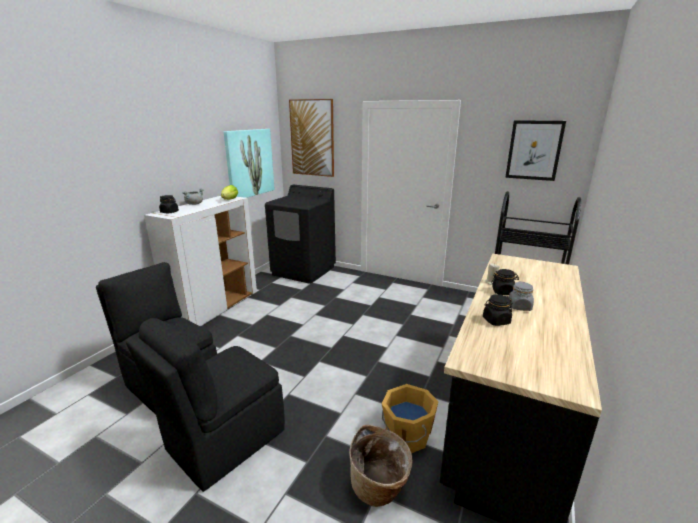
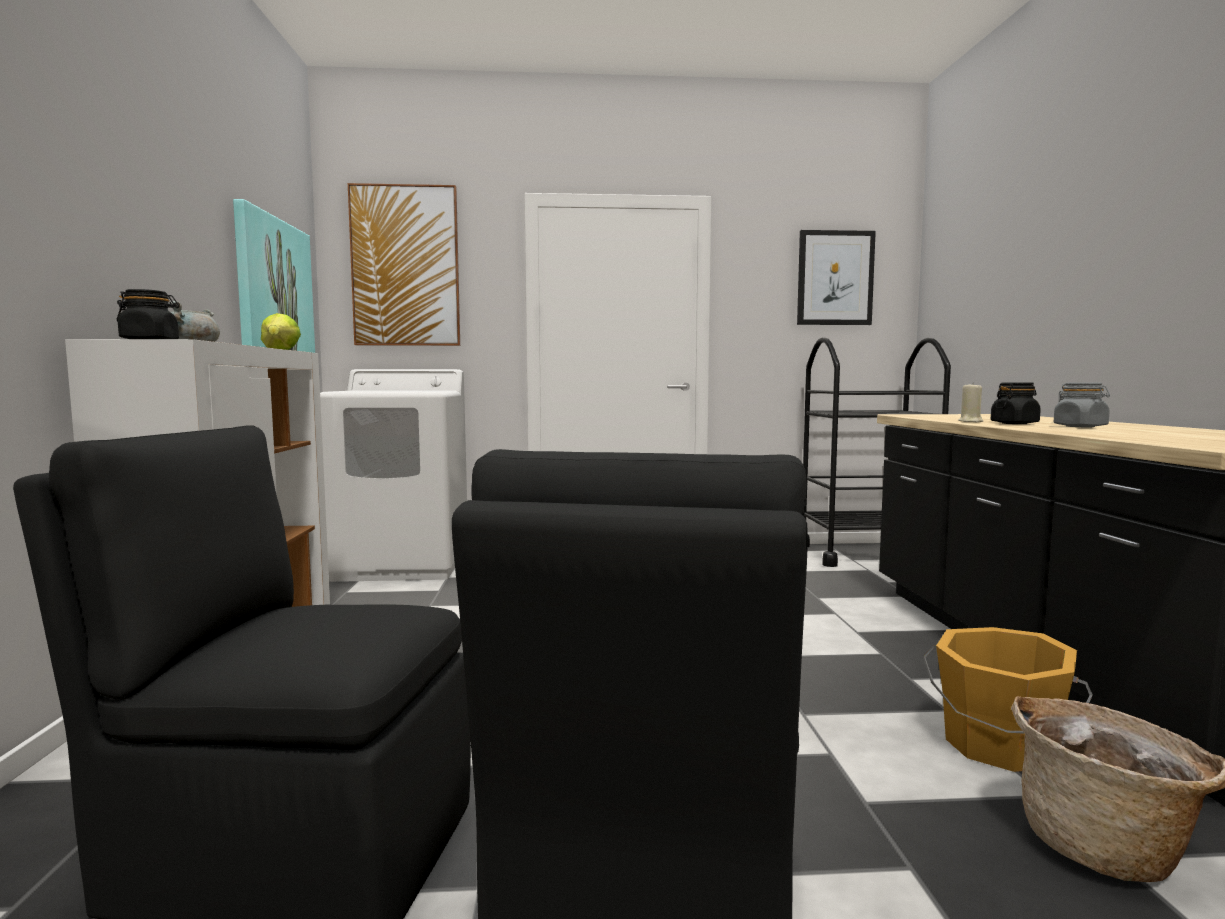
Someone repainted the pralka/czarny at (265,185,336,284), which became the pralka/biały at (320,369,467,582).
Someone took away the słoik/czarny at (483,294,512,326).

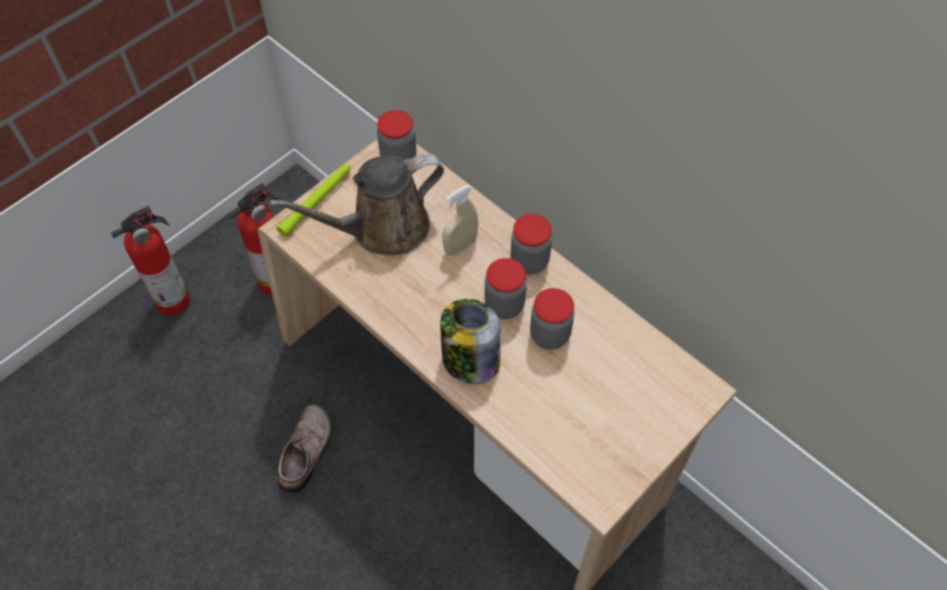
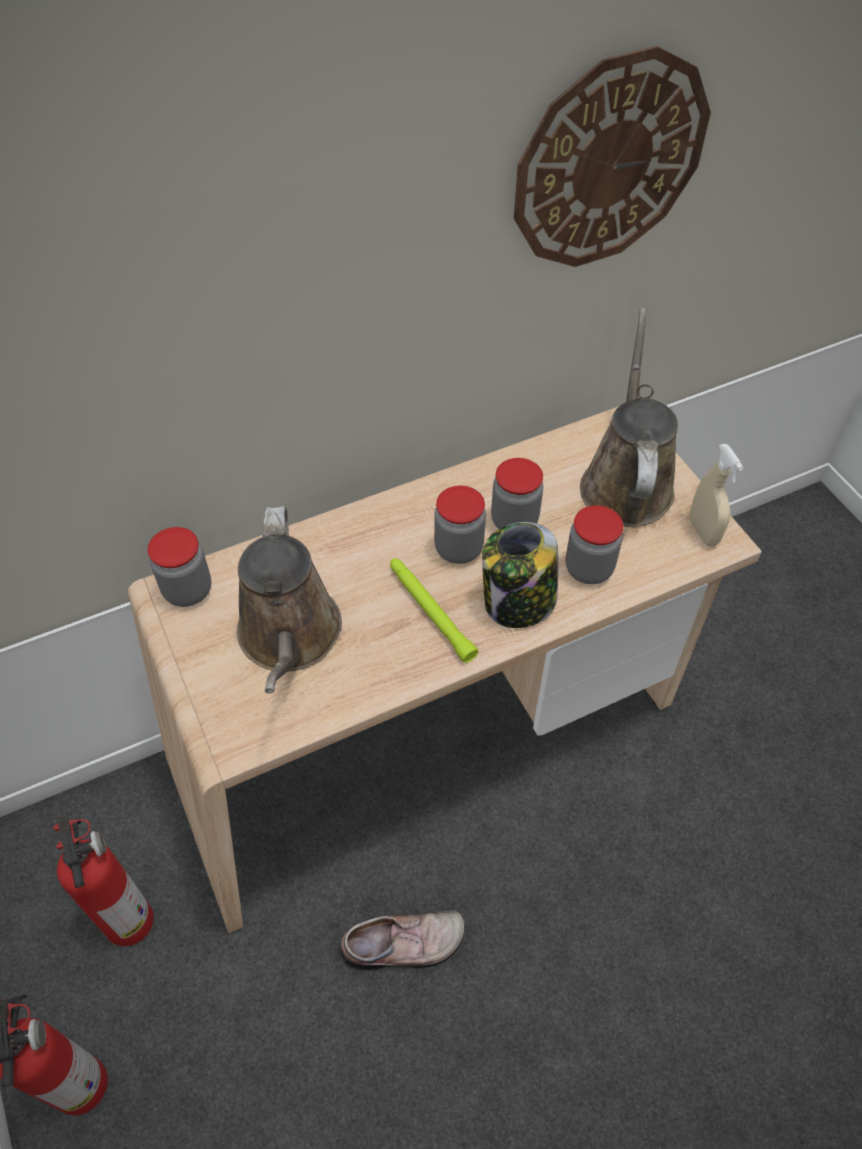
Someone rotated the but at (278,405,332,493) by 135 degrees clockwise.
Someone carried the latarka/zielony from (276,164,350,237) to (390,558,478,663).
Someone put up the zegar ścienny at (514,46,711,267).
Someone carried the słoik from (511,214,552,274) to (565,505,623,584).
Someone put down the konewka/brązowy at (580,308,678,527).
Someone carried the spryskiwacz/beżowy from (443,185,478,256) to (689,444,744,547).

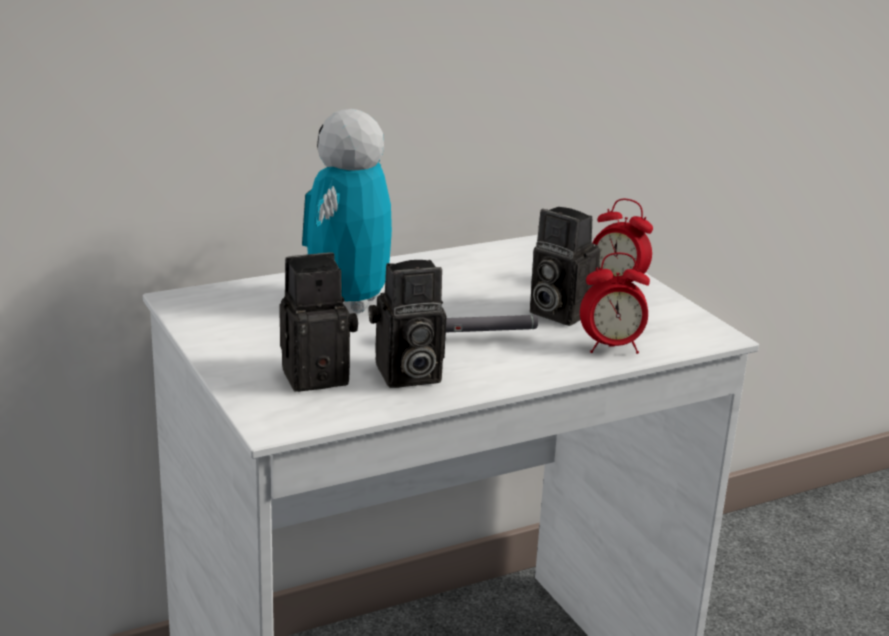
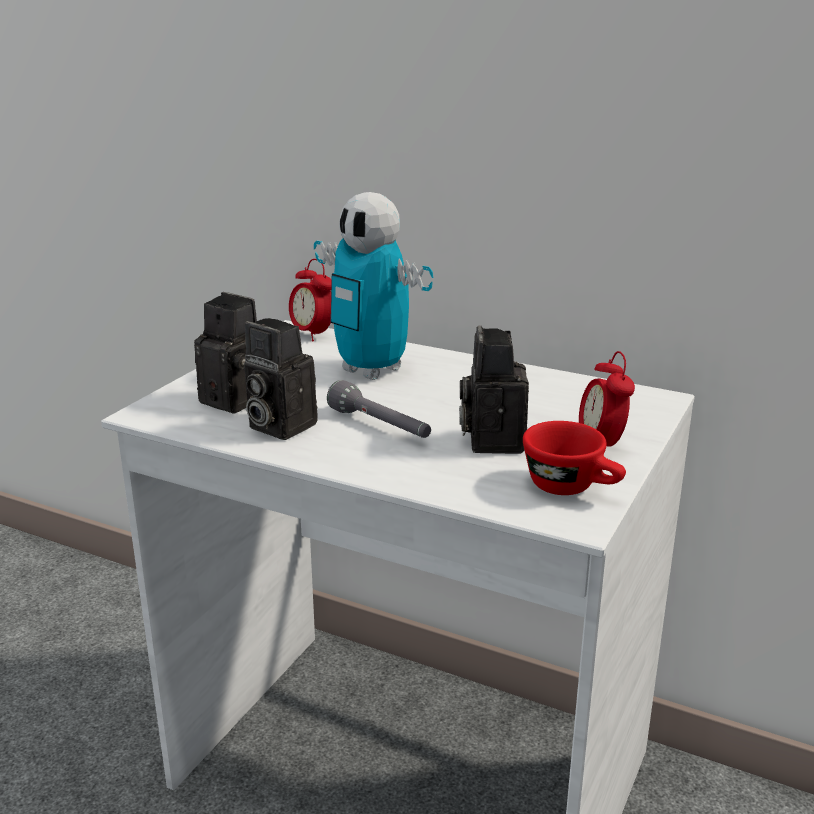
Someone carried the budzik from (580,252,650,354) to (289,259,332,341).
Someone rotated the robot zabawkowy at (302,109,392,313) by 120 degrees counterclockwise.
Someone put down the filiżanka/czerwony at (523,421,626,495).

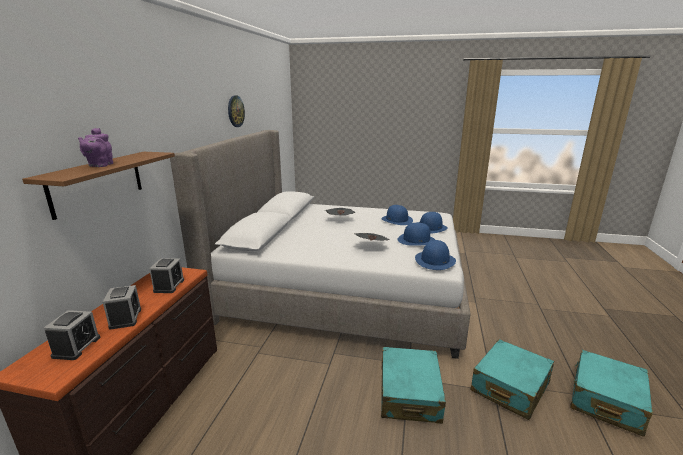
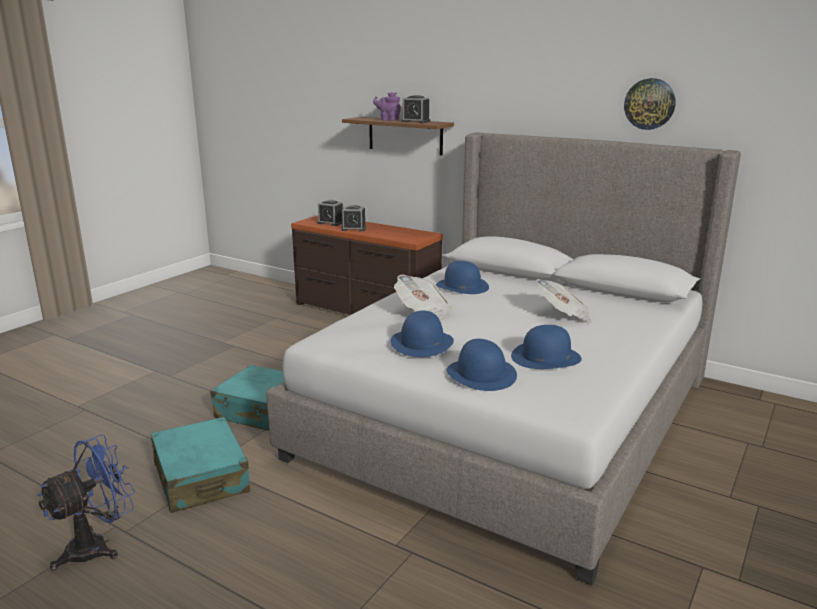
Someone swapped the walizka/turkusowy at (570,350,653,437) for the wentylator/niebieski at (37,434,135,571).
Someone carried the budzik from (149,258,184,293) to (401,95,430,123).
Someone carried the kapelusz/niebieski from (415,240,456,270) to (436,261,489,294).

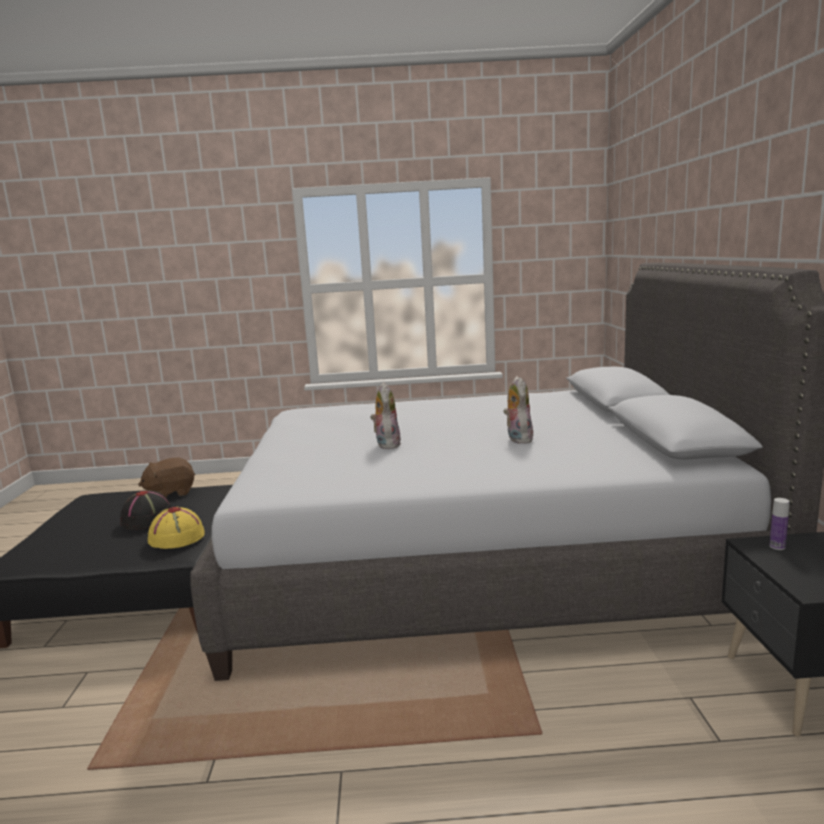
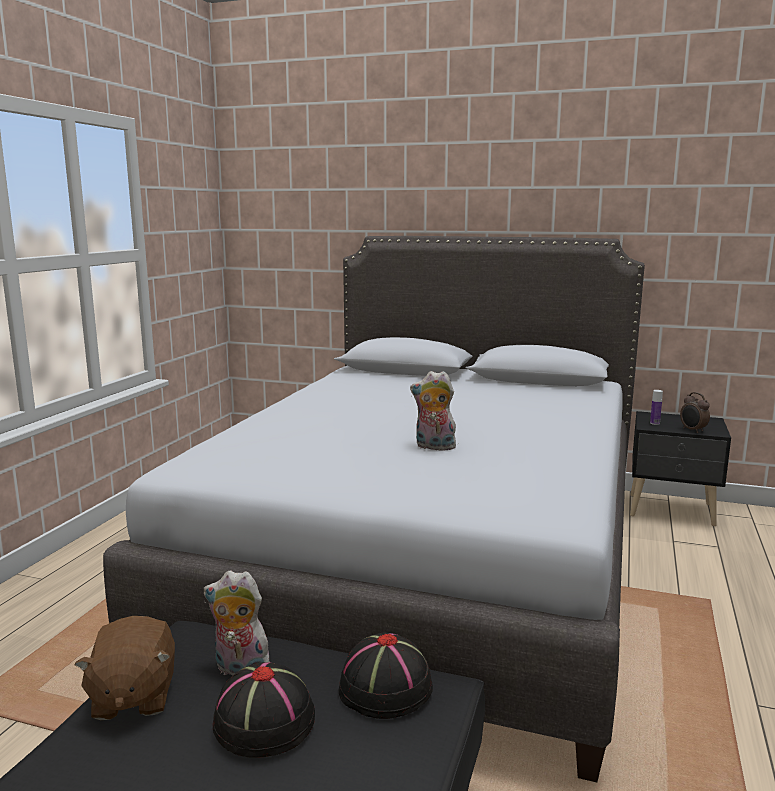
Someone carried the pluszak from (503,376,533,444) to (204,570,270,676).
Someone repainted the kapelusz/żółty at (148,507,205,549), which became the kapelusz/czarny at (339,632,433,719).
Someone put down the budzik at (680,392,710,433).

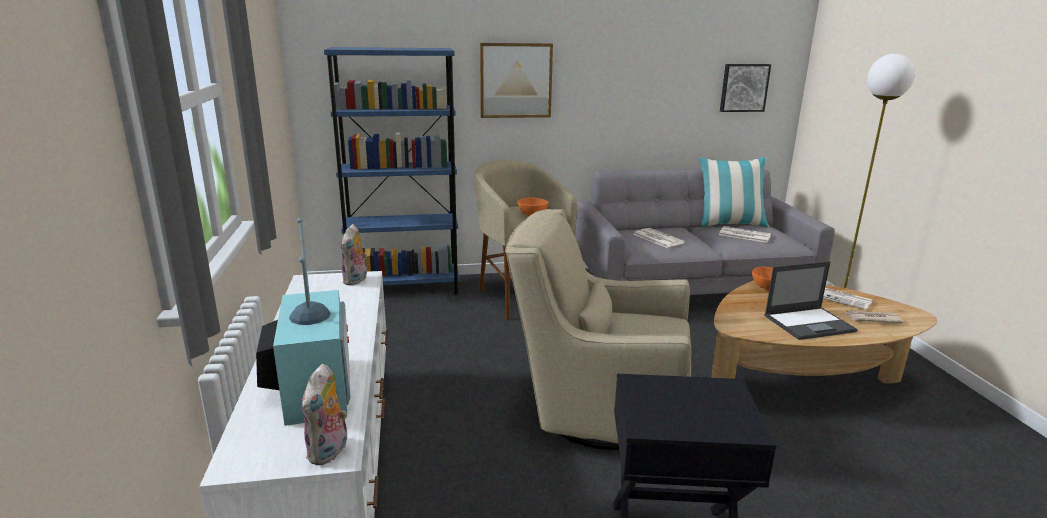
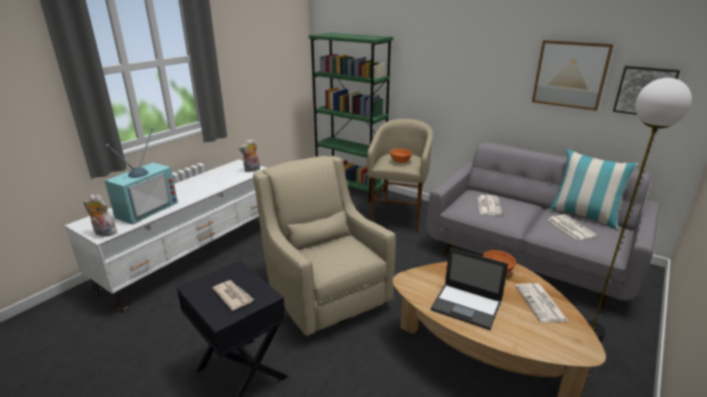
Someone rotated the pluszak at (301,364,348,465) by 45 degrees clockwise.
Someone carried the gazeta from (845,311,904,323) to (212,280,254,311).
Someone repainted the regał/niebieski at (324,47,459,295), which became the regał/zielony at (309,33,393,202).
Someone carried the obraz from (480,43,553,118) to (532,40,614,111).

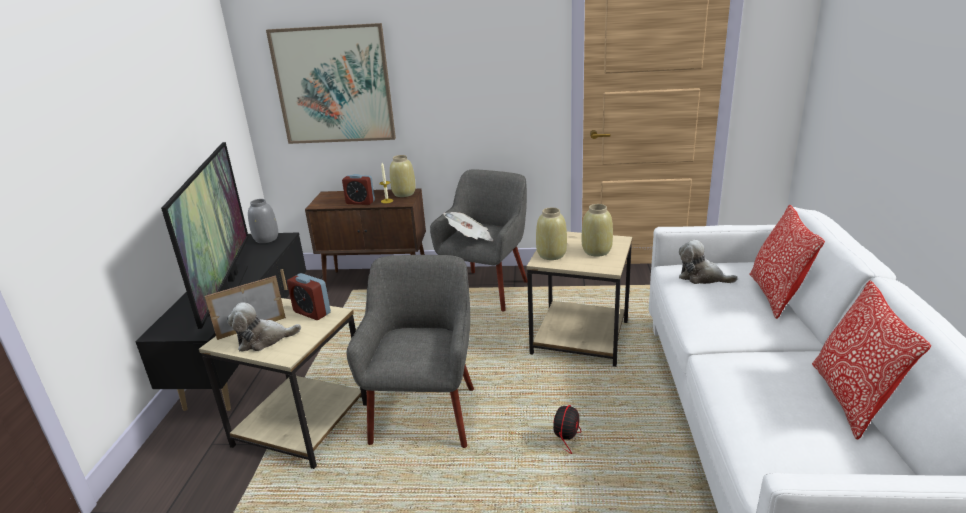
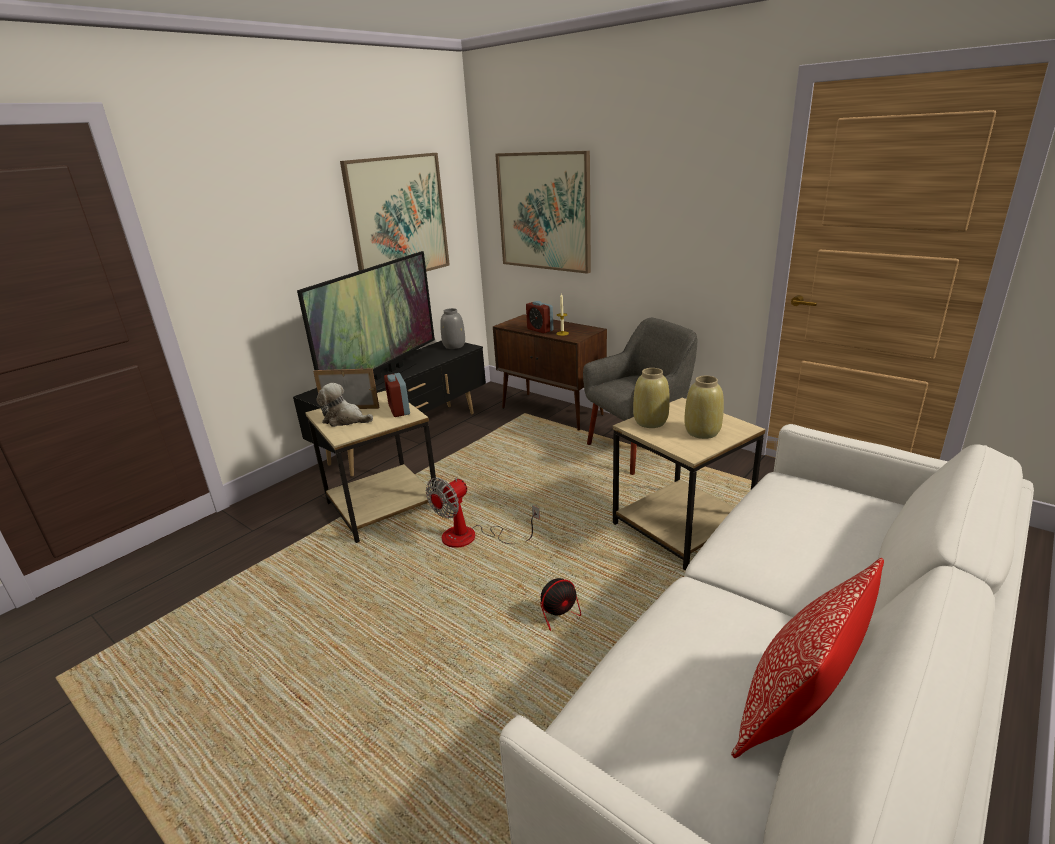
Someone put up the obraz at (340,153,450,272).
Someone swapped the fotel/szary at (347,255,474,448) for the wentylator at (426,478,540,548).
Someone took away the wazon/beżowy at (390,155,416,197).
Someone took away the gazeta at (443,212,494,241).
Someone took away the pluszak at (679,240,738,284).
Someone took away the poduszka at (749,205,825,319).

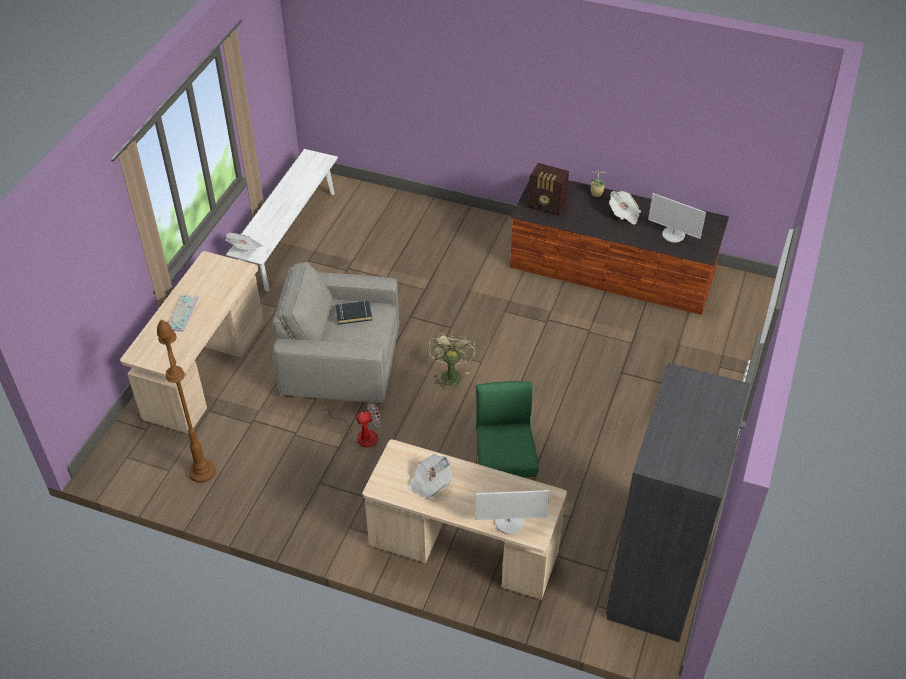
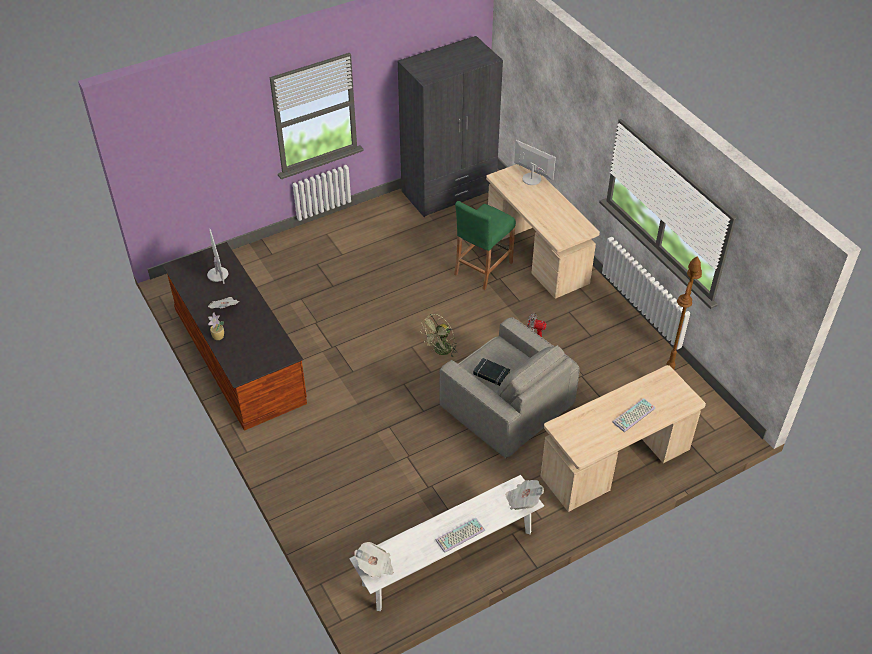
Someone carried the gazeta from (408,454,452,500) to (354,542,394,577).
Someone put down the klawiatura at (436,518,485,553).
Someone took away the radio at (528,163,569,216).

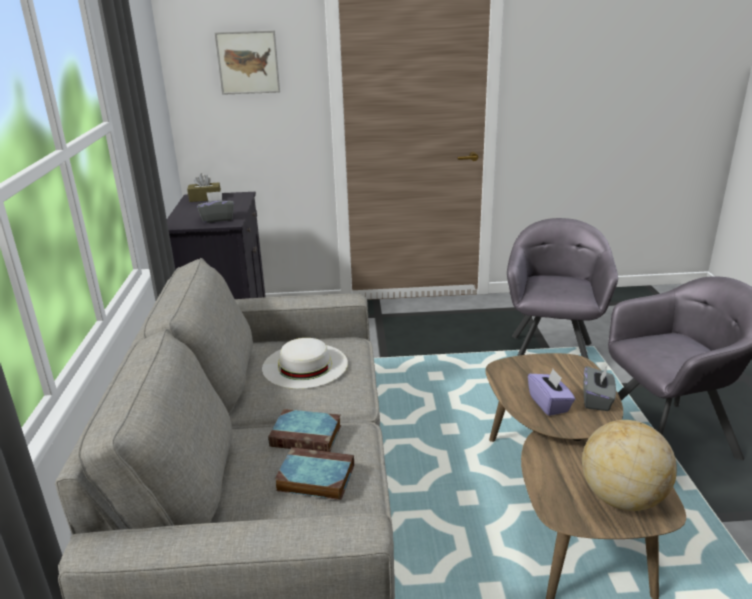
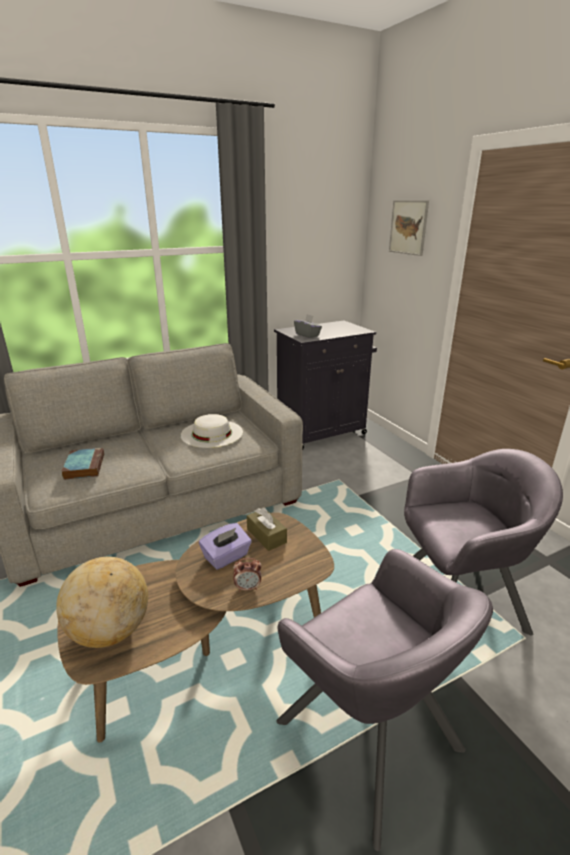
Someone swapped the pudełko chusteczek/szary at (584,366,616,411) for the budzik at (233,558,261,592).
Someone carried the pudełko chusteczek/brązowy from (187,173,221,202) to (247,507,287,551).
Someone took away the książka at (268,409,341,452).

